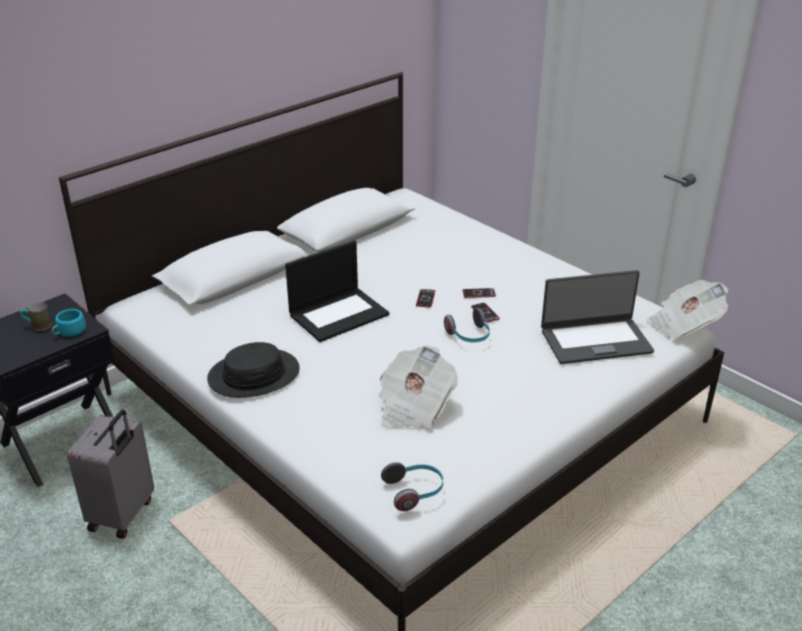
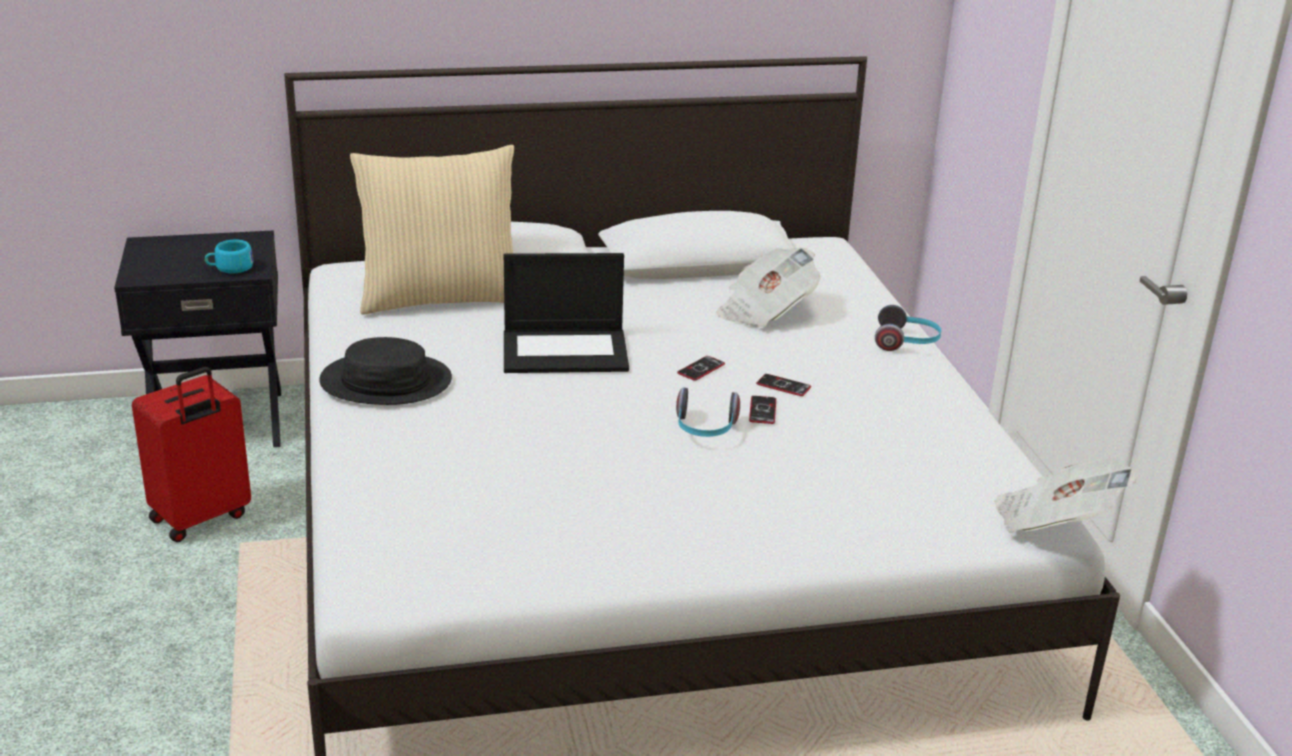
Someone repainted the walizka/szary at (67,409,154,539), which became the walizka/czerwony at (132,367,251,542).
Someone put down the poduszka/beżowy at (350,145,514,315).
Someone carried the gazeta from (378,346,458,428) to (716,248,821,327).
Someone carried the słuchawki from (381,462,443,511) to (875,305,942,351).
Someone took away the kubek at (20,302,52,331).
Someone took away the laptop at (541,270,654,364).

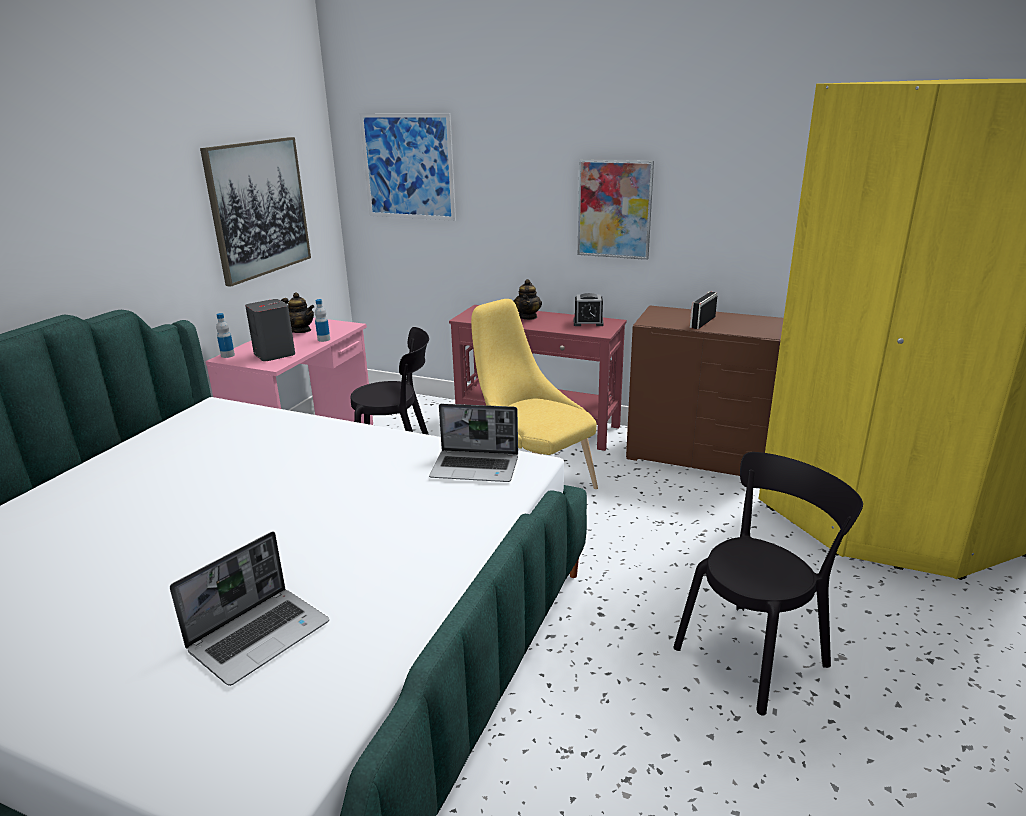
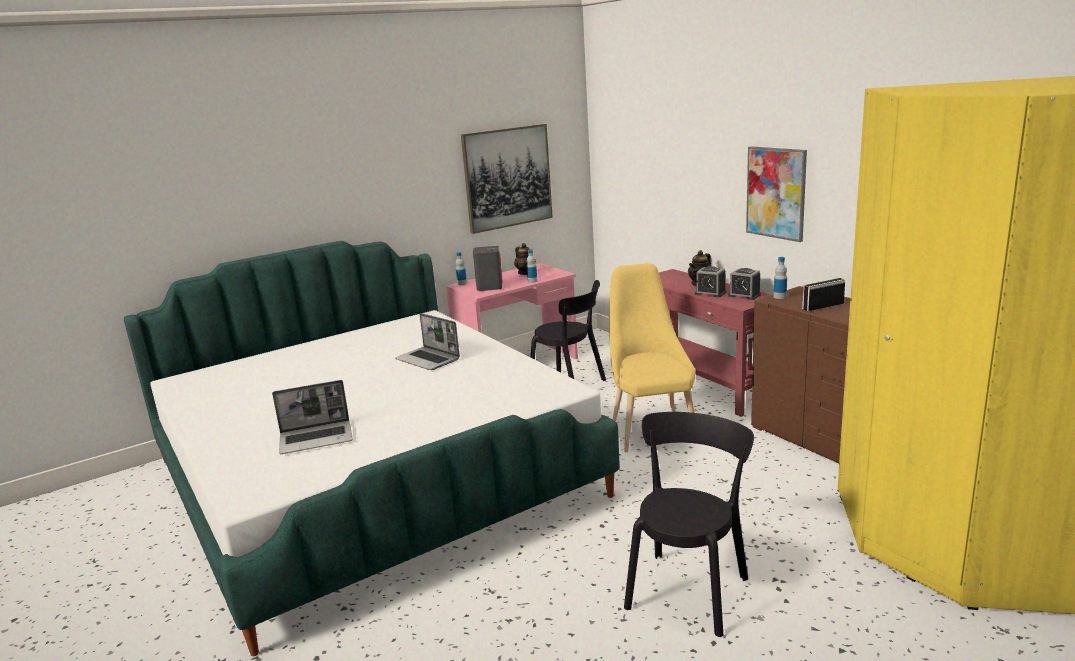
Someone carried the laptop from (429,404,518,482) to (395,313,460,370).
Someone rotated the krzesło/czarny at (673,452,863,716) by 60 degrees counterclockwise.
Someone put down the budzik at (695,266,726,297).
Someone put down the butelka at (774,257,787,299).
Someone took away the obraz at (359,113,456,221).

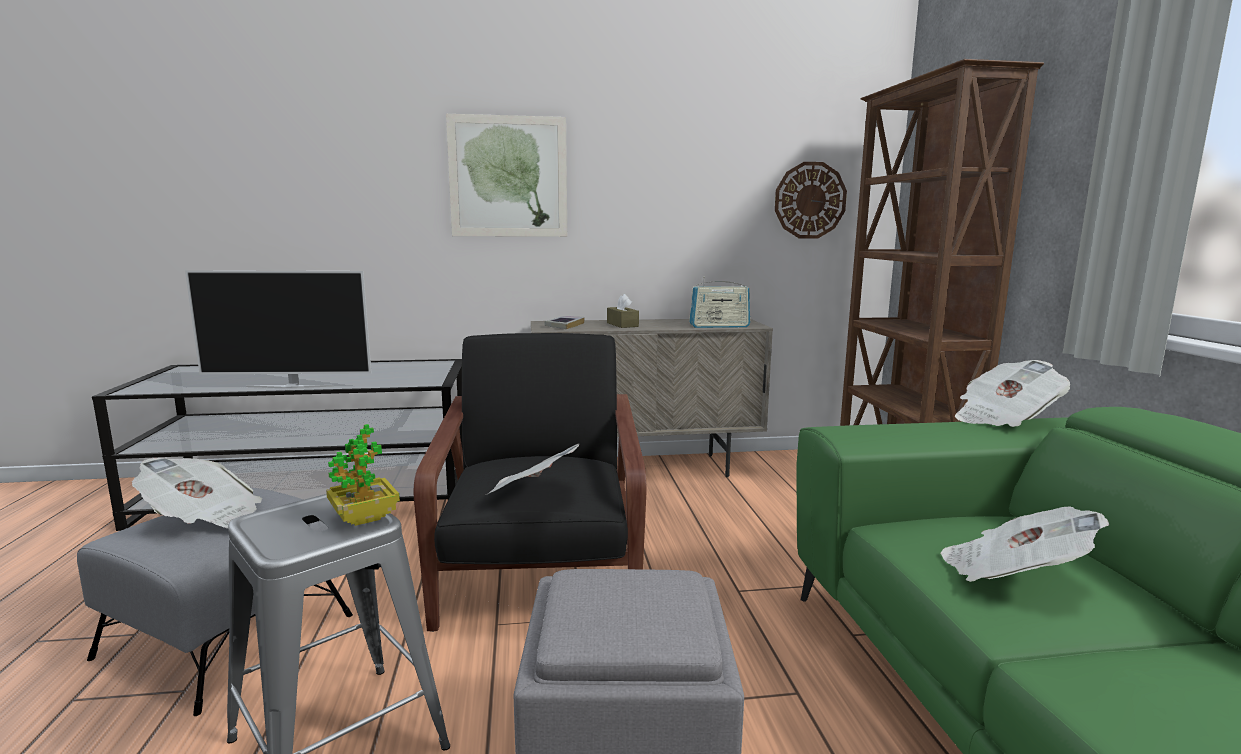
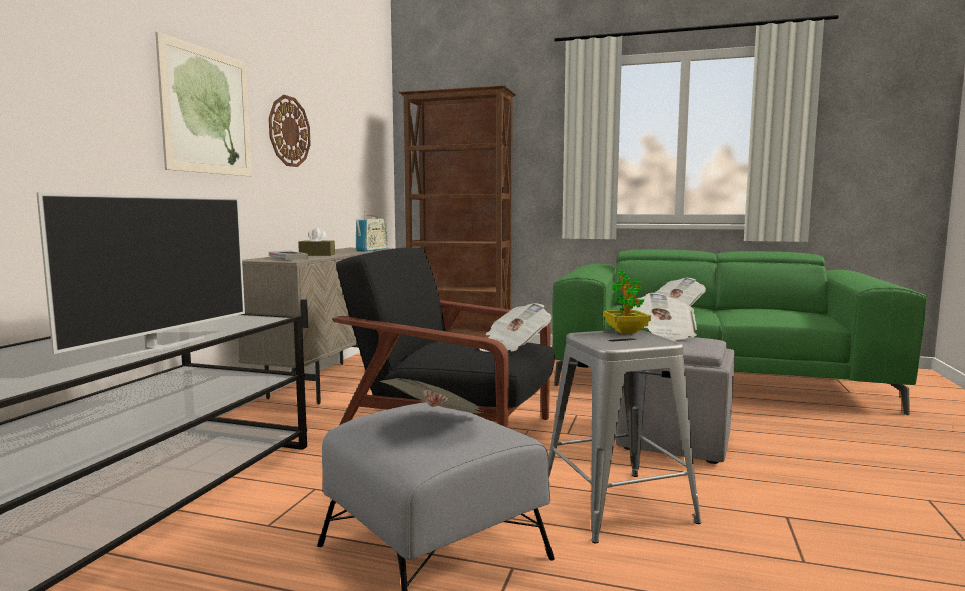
Someone carried the zegar ścienny from (775,162,847,239) to (269,95,311,167).
Someone carried the gazeta from (955,360,1070,427) to (632,293,697,341).

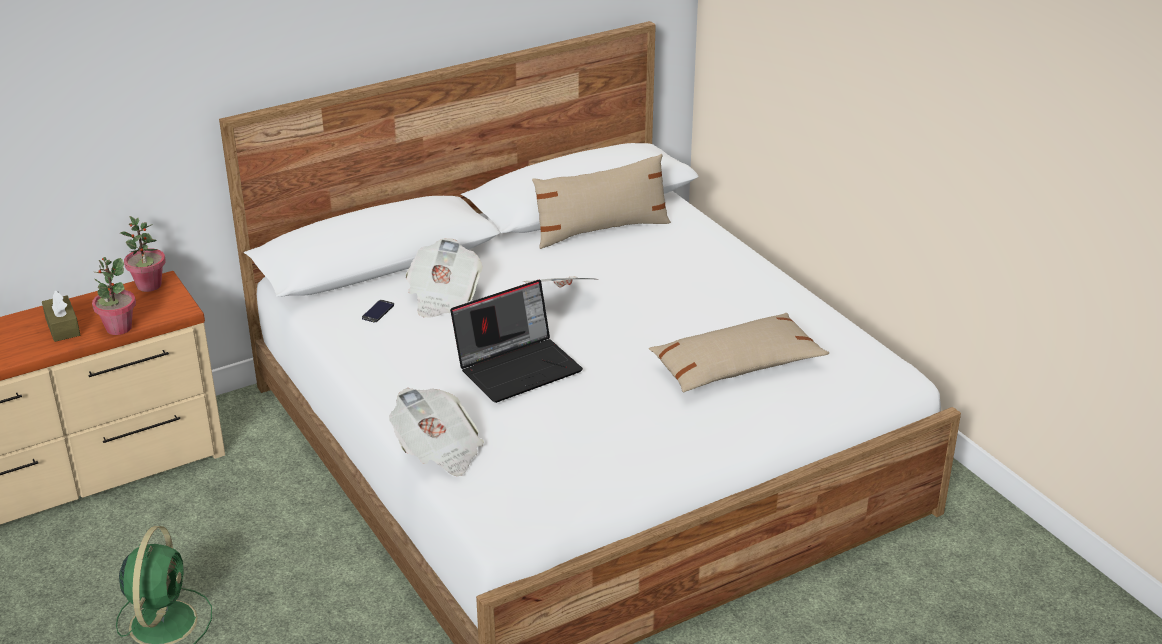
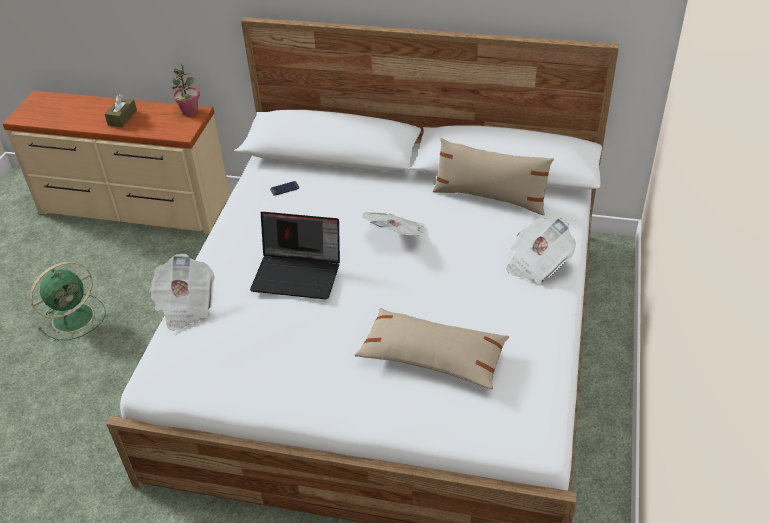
Someone carried the gazeta from (406,238,483,317) to (506,217,576,283).
Someone took away the roślina doniczkowa at (92,257,136,335).

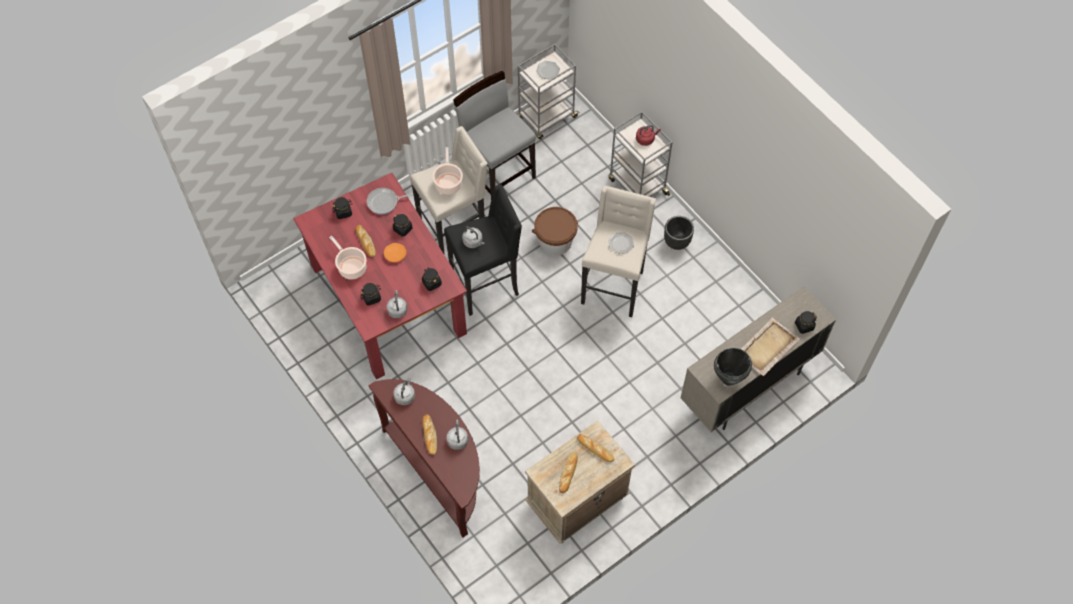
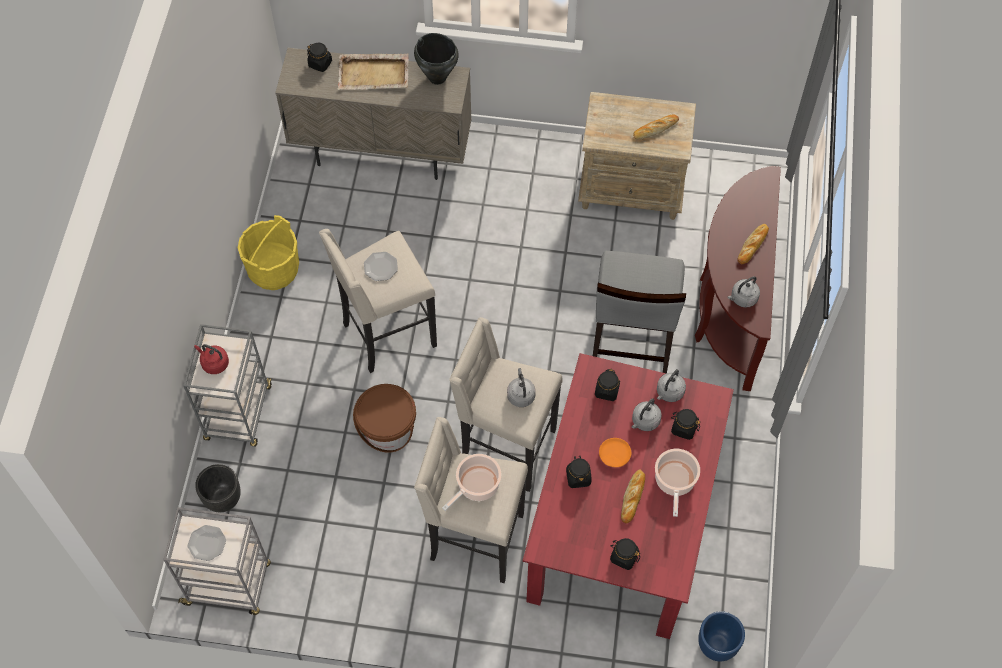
Someone carried the donica/czarny from (664,216,694,250) to (195,464,241,512).
Someone put down the wiadro/żółty at (238,215,299,290).
Someone repainted the stołek/czarny at (444,184,522,316), which became the stołek/beżowy at (449,317,562,492).
Someone carried the krzesło/szary from (453,71,536,199) to (593,251,686,373).
Someone carried the czajnik/szary from (446,419,468,450) to (632,399,662,431).
Someone put down the donica/niebieski at (698,611,745,661).
Someone took away the patelnia at (367,188,413,214).
Someone took away the chleb at (577,434,614,462).

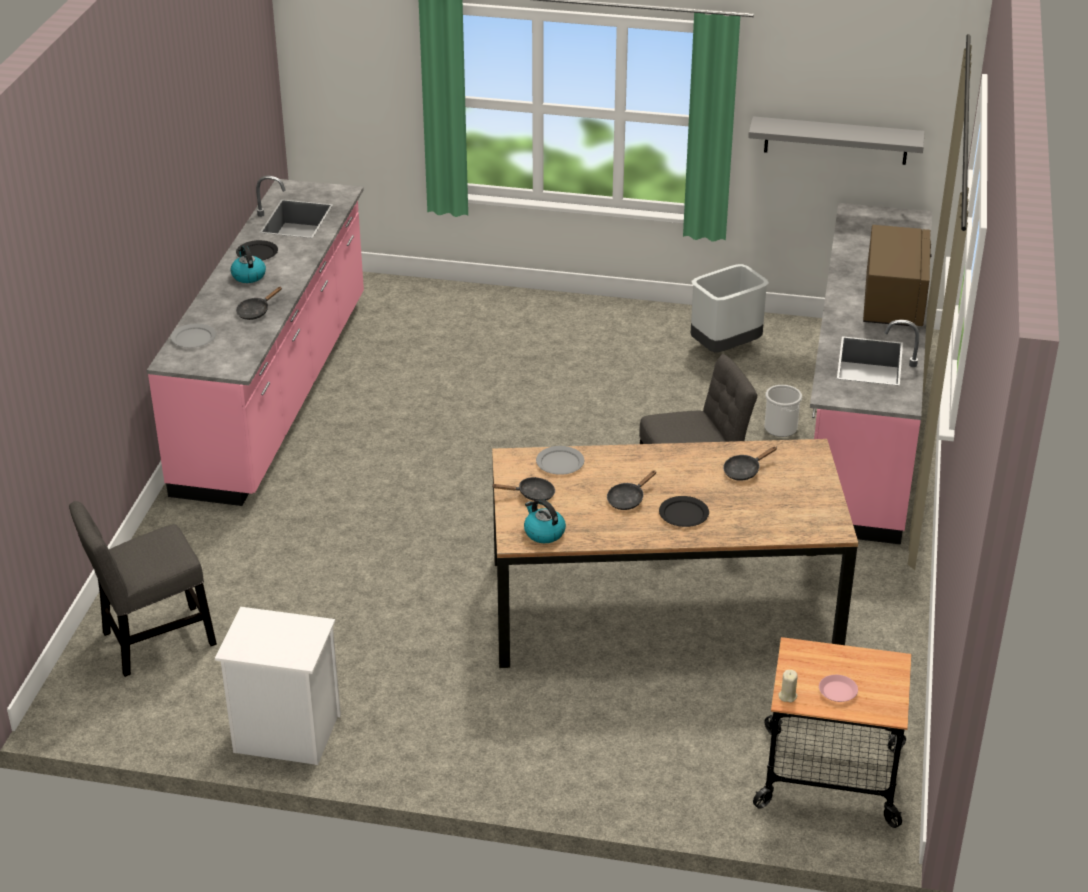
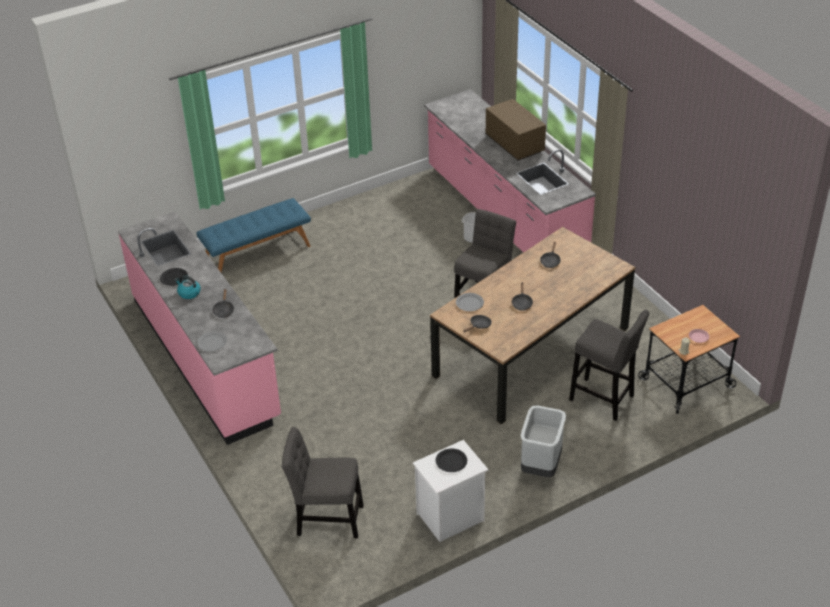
Someone put down the ławka/niebieski at (197,198,311,273).
Someone rotated the krzesło/szary at (69,501,217,677) by 75 degrees clockwise.
Someone carried the talerz/czarny from (659,496,709,527) to (436,449,467,472).
Someone carried the kosz na śmieci/szary from (691,264,769,352) to (521,405,566,477).
Someone put down the stołek/szary at (569,310,650,421).
Someone took away the czajnik at (524,499,566,543).
Someone took away the półka/szary at (748,116,925,165).

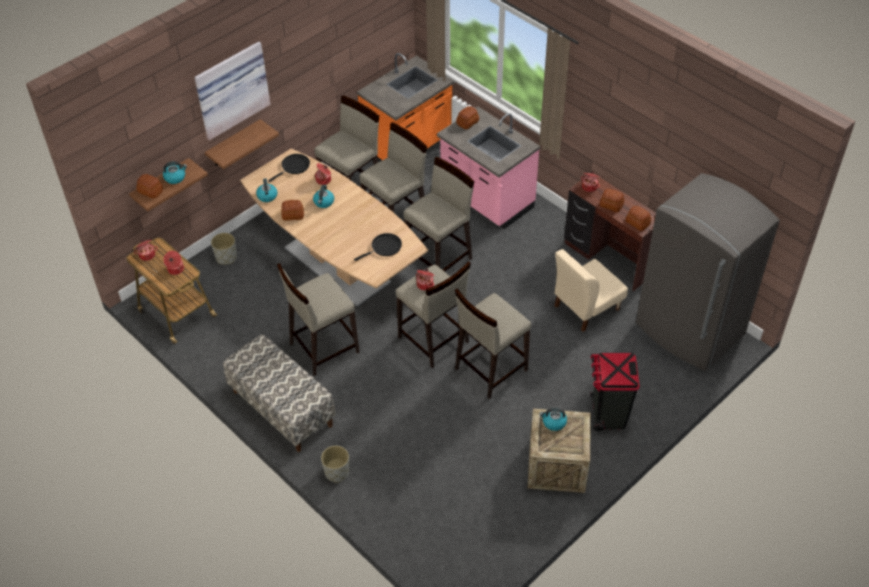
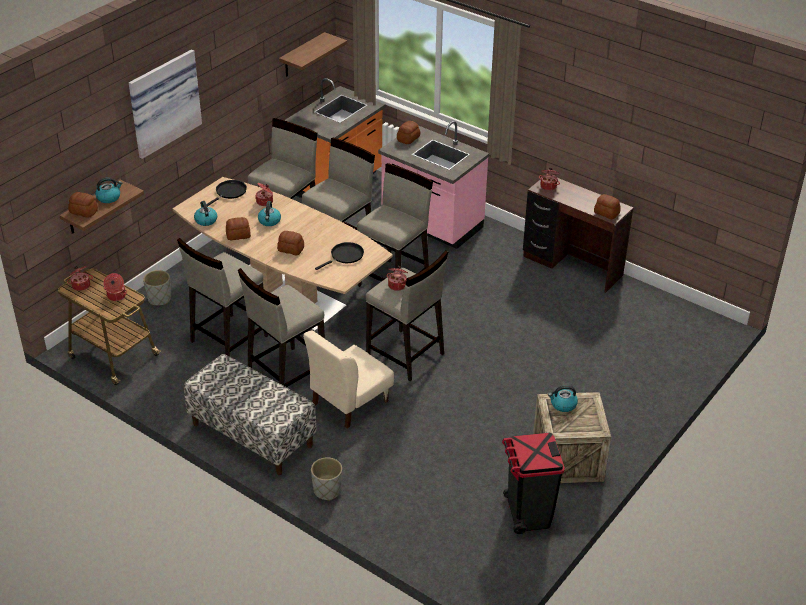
Someone carried the stołek/beżowy from (455,288,531,399) to (177,238,268,356).
Someone carried the chleb from (600,189,624,212) to (277,231,304,255).
Someone carried the półka from (205,119,279,169) to (279,32,347,77).
Someone carried the krzesło/beżowy from (554,249,628,332) to (303,330,394,429).
Someone carried the kosz na śmieci/czarny from (590,353,640,431) to (502,433,565,534).
Someone took away the lodówka/szary at (636,173,780,371).

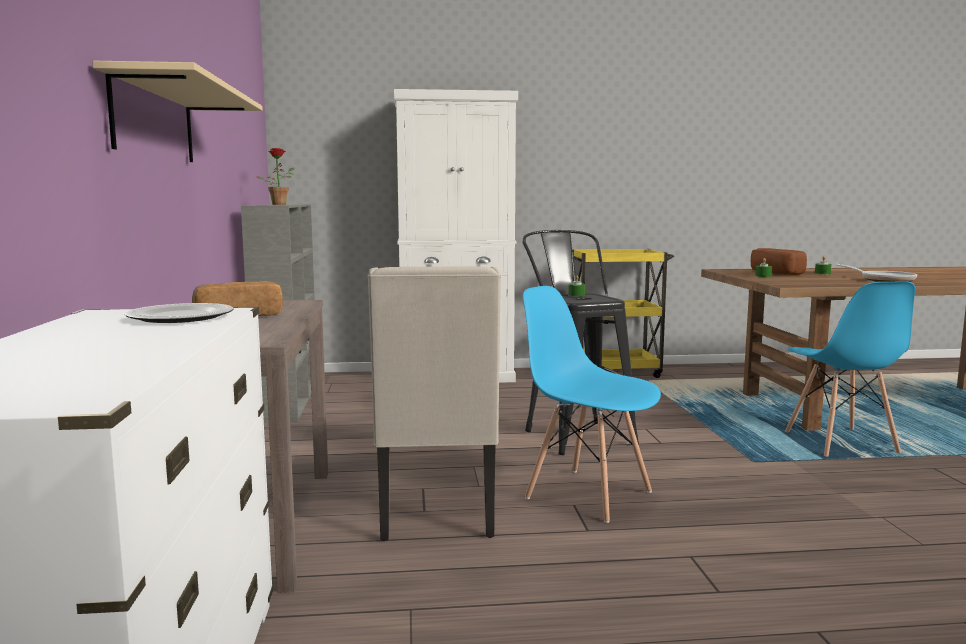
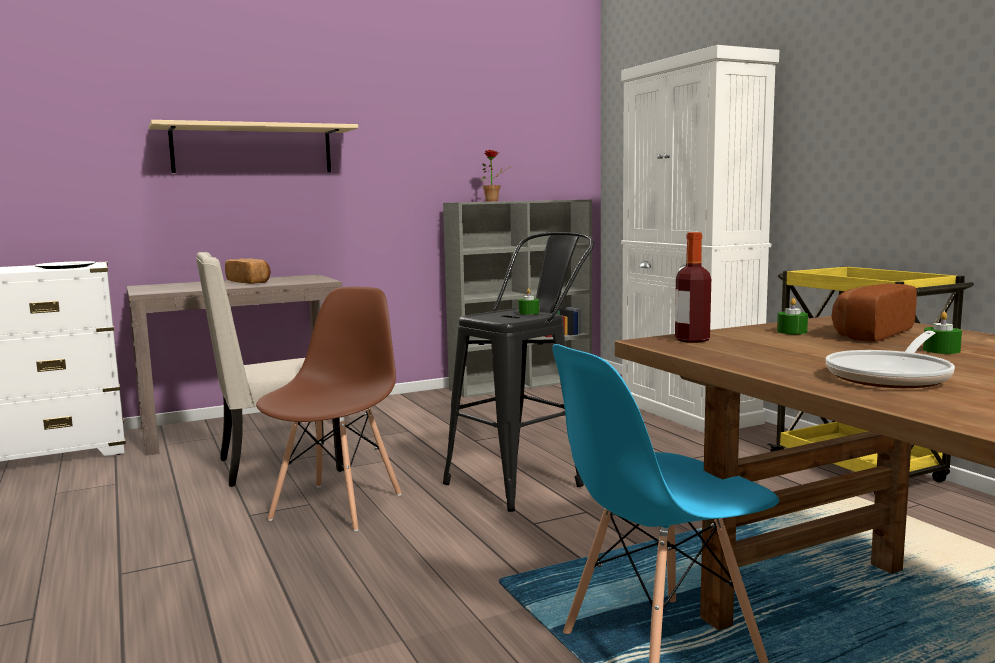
Someone repainted the krzesło/niebieski at (523,286,661,523), which became the krzesło/brązowy at (256,287,401,531).
Someone put down the butelka at (675,232,711,343).

